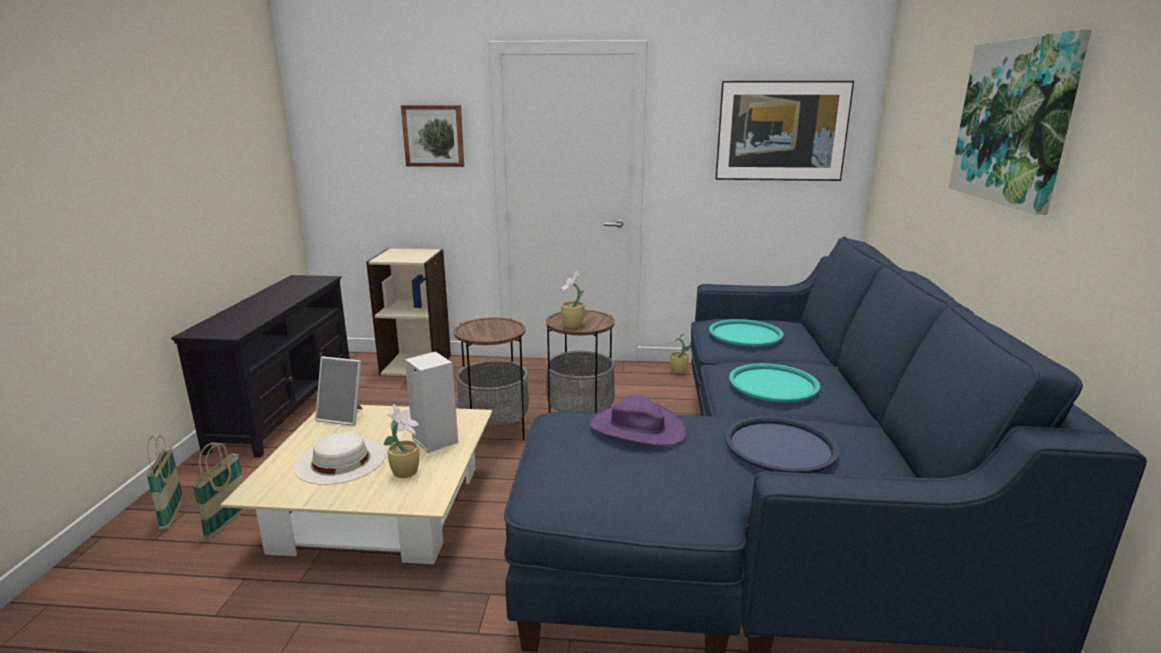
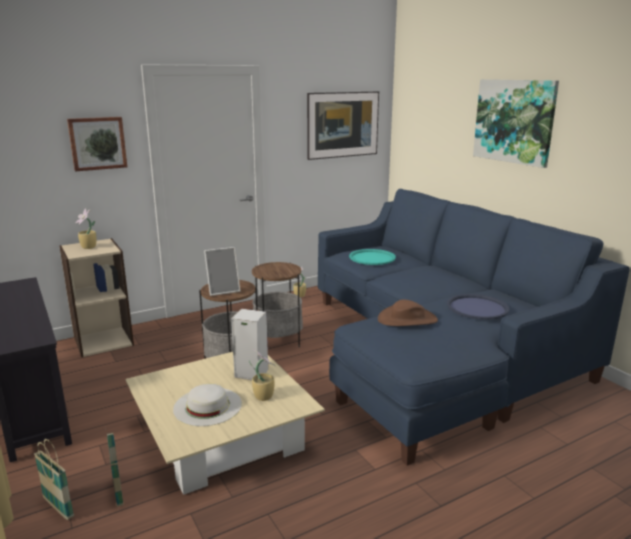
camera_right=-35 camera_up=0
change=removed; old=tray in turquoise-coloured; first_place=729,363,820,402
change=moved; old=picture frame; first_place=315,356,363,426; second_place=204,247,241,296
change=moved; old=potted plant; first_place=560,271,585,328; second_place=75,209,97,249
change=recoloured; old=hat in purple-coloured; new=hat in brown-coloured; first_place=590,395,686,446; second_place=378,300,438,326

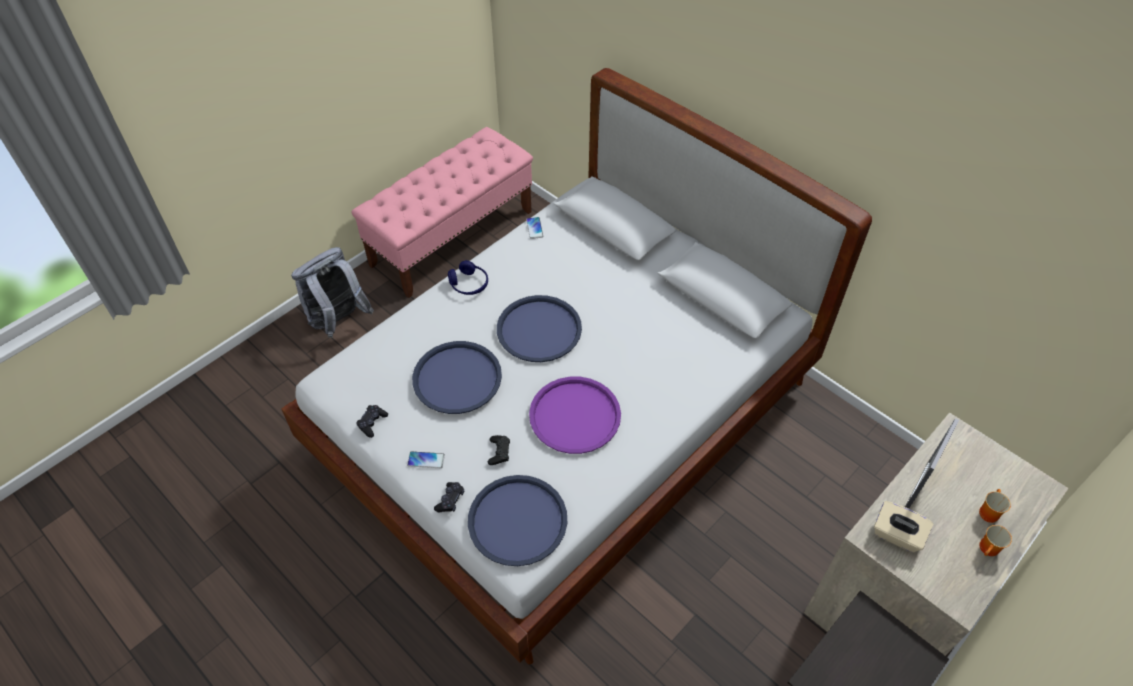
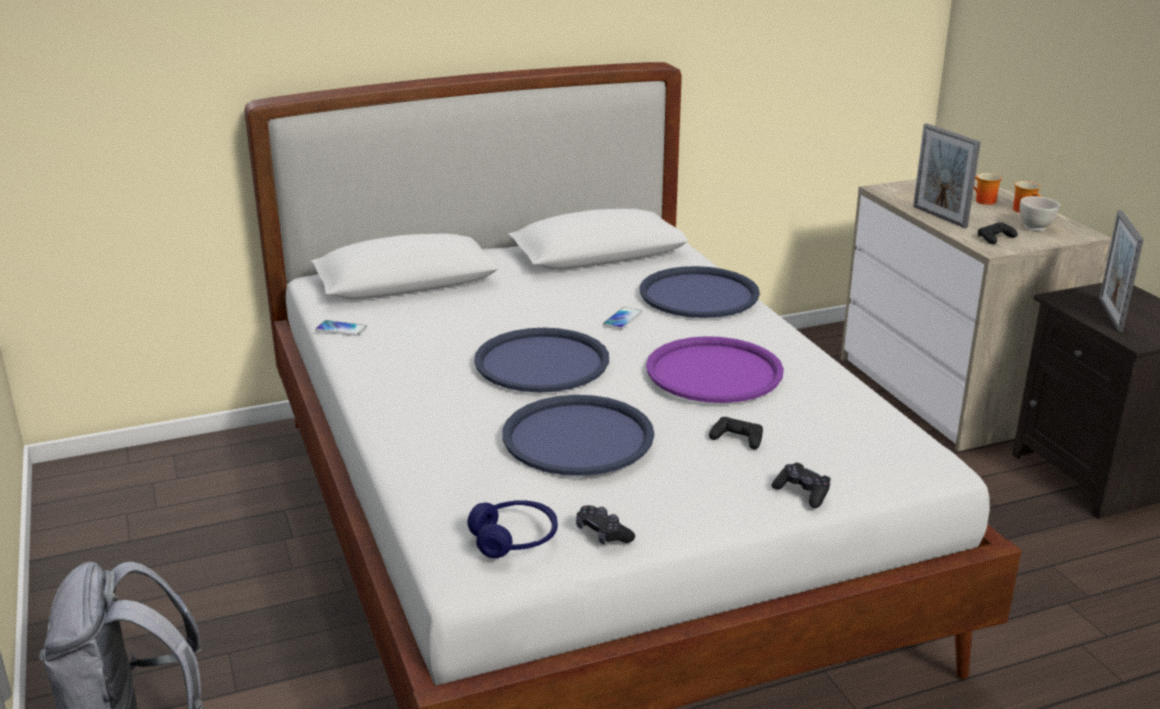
camera_right=-65 camera_up=-25
change=removed; old=indoor bench in pink-coloured; first_place=352,127,533,298
change=added; new=serving bowl in whitish; second_place=1020,196,1060,231
change=added; new=picture frame; second_place=1099,210,1144,332
change=moved; old=phone; first_place=407,451,445,468; second_place=603,307,642,329
change=moved; old=headset in blue-coloured; first_place=448,260,488,295; second_place=467,500,558,558
change=moved; old=tray in blue-coloured; first_place=468,475,567,566; second_place=640,266,760,318
change=replaced; old=tissue holder in beige-coloured; new=gamepad in blackish; first_place=874,501,933,553; second_place=978,222,1018,244

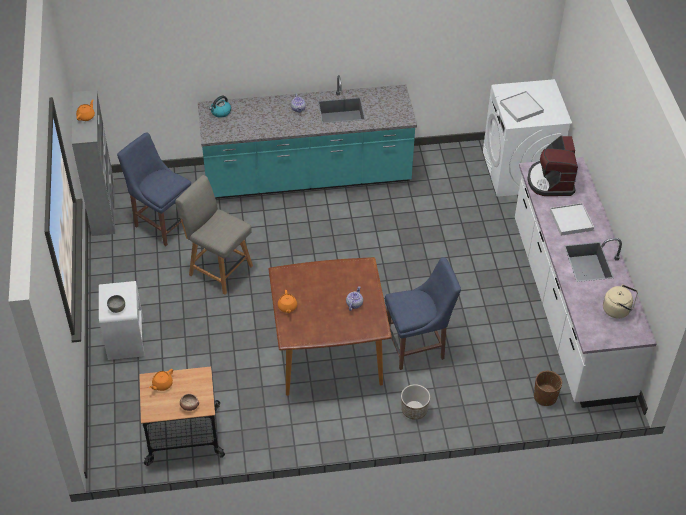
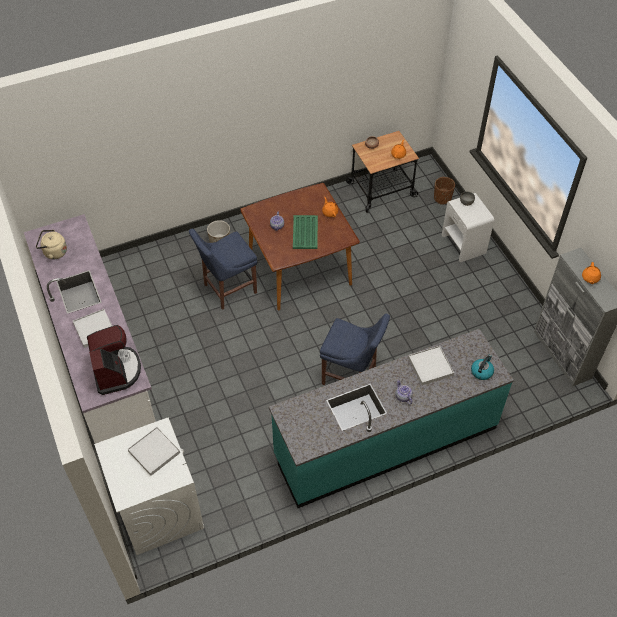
camera_right=165 camera_up=5
change=removed; old=plain chair in gray; first_place=175,175,253,295
change=added; new=tray in green; second_place=293,215,318,249
change=added; new=tray in whitish; second_place=408,346,454,385
change=moved; old=plain chair in blue-coloured; first_place=117,132,191,246; second_place=320,314,390,385
change=moved; old=plant pot in brown-coloured; first_place=534,371,562,406; second_place=434,177,455,205

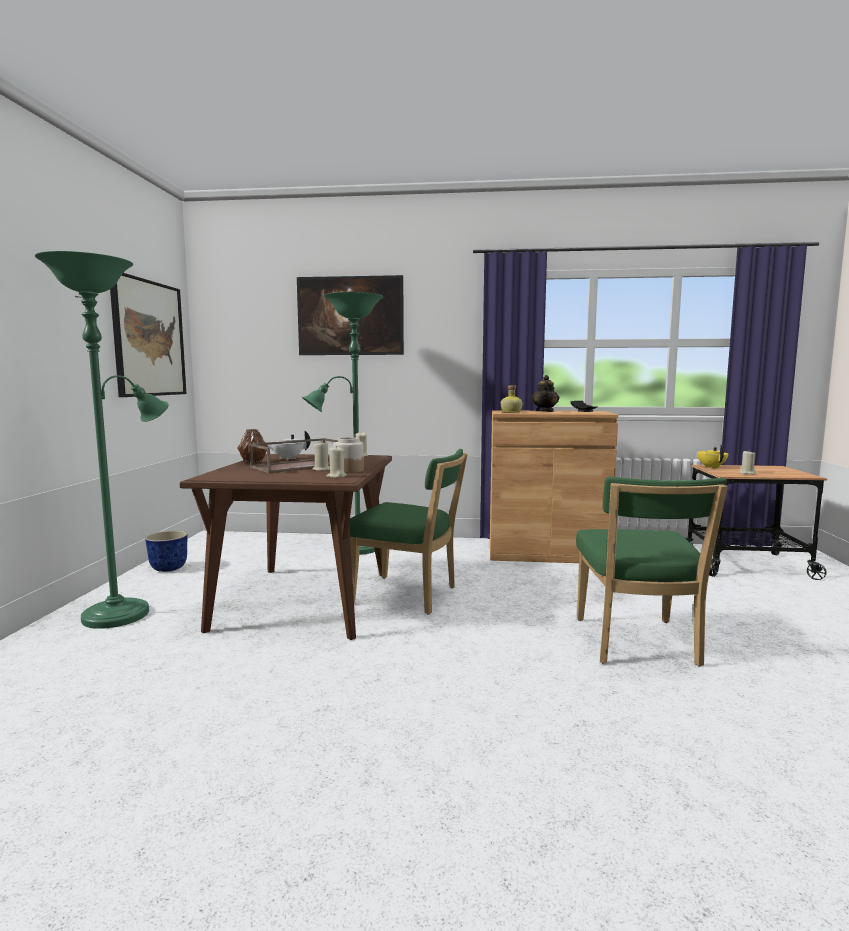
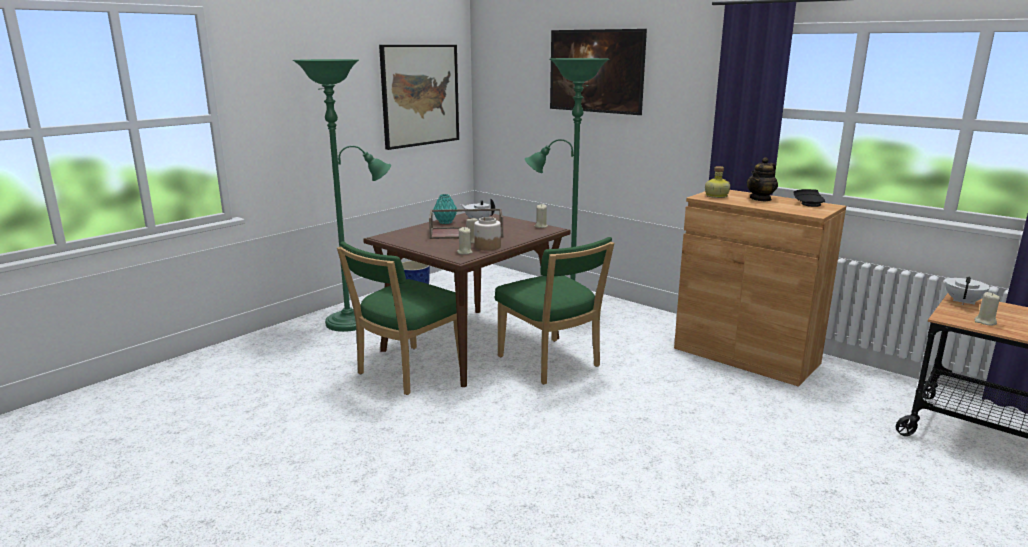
camera_right=35 camera_up=10
change=moved; old=plain chair in green; first_place=576,477,728,667; second_place=337,242,460,395
change=recoloured; old=decorative vase in brown-coloured; new=decorative vase in turquoise-coloured; first_place=237,429,268,464; second_place=433,194,457,224
change=recoloured; old=pot for tea in yellow; new=pot for tea in whitish; first_place=697,445,728,469; second_place=945,276,990,305

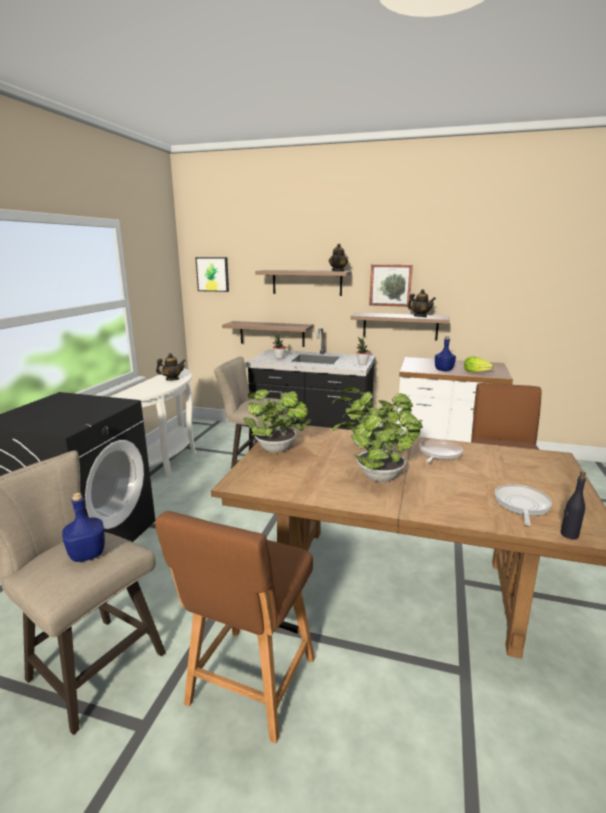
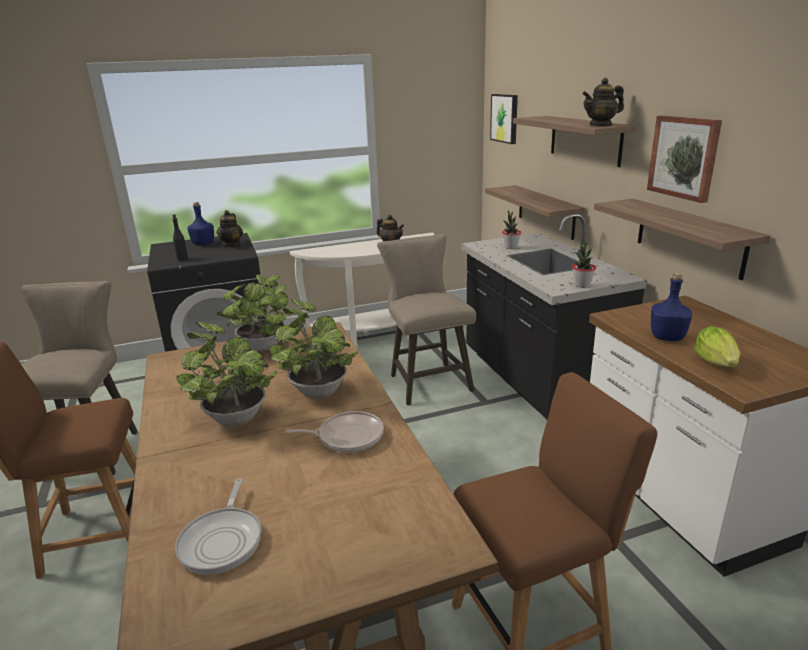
camera_right=55 camera_up=5
change=moved; old=drink bottle in blue-coloured; first_place=62,493,105,562; second_place=187,202,214,245
change=moved; old=pot for tea; first_place=408,289,436,317; second_place=216,210,243,247
change=moved; old=drink bottle in blackish; first_place=561,471,586,539; second_place=172,214,188,261
change=turned; old=pan; first_place=495,484,552,526; second_place=175,478,261,575; degrees=105

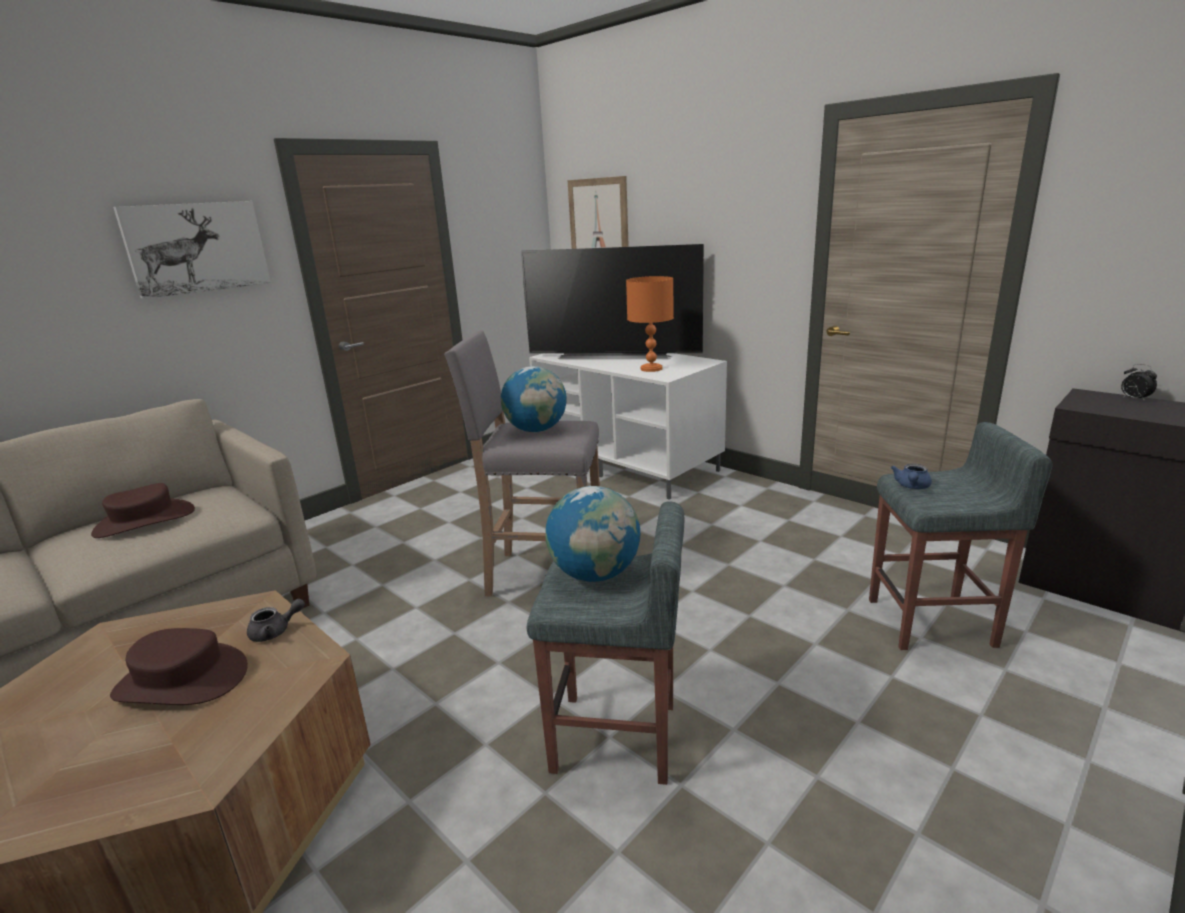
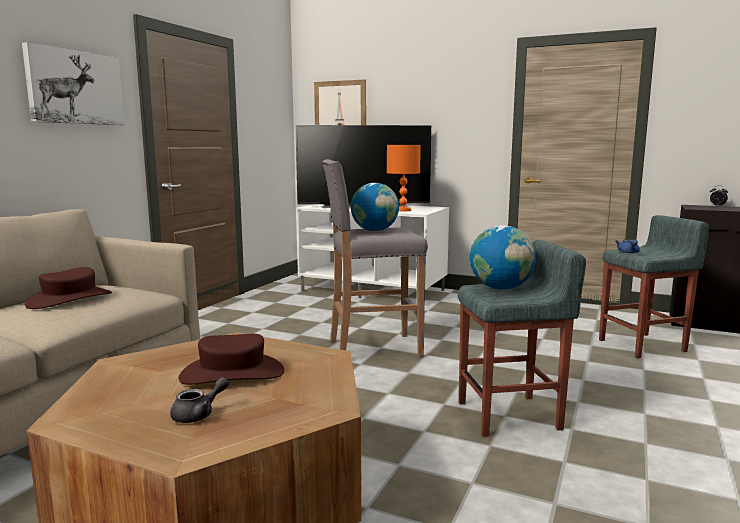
camera_right=-20 camera_up=-10
change=moved; old=pot for tea in gray; first_place=247,599,305,642; second_place=170,377,229,423

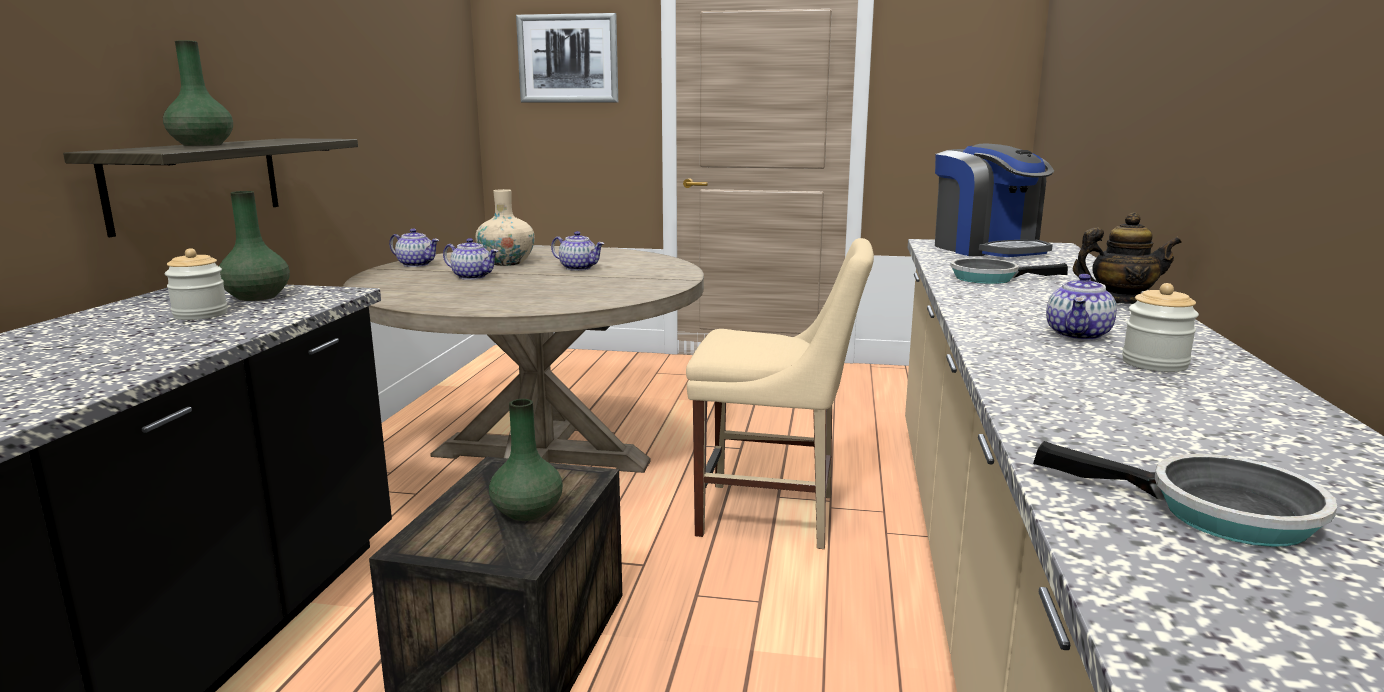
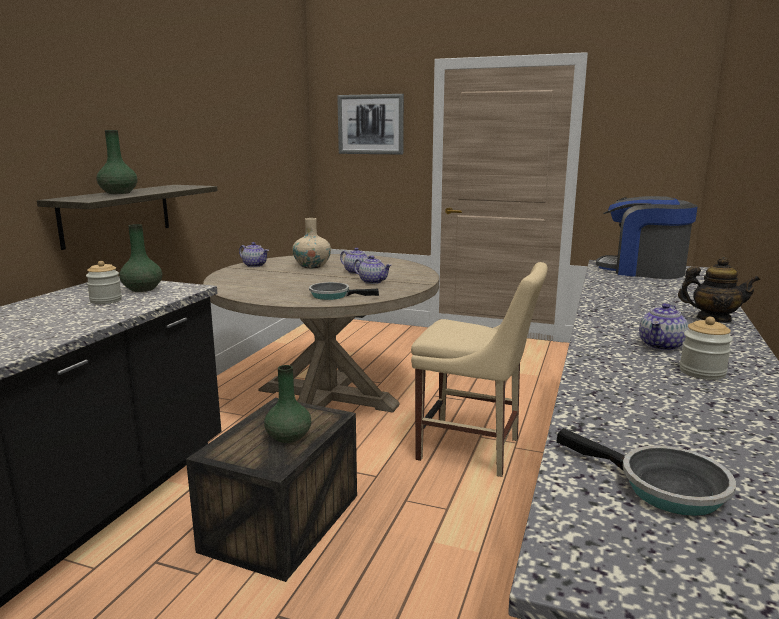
camera_right=10 camera_up=0
change=moved; old=pot for tea; first_place=443,238,498,280; second_place=354,256,392,284
change=moved; old=pan; first_place=950,258,1068,284; second_place=309,282,379,300
change=turned; old=coffee maker; first_place=935,144,1054,257; second_place=596,196,698,279; degrees=135

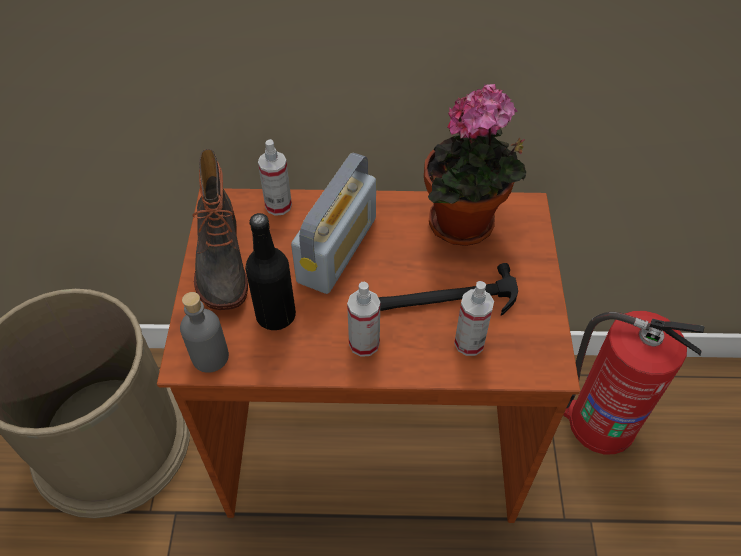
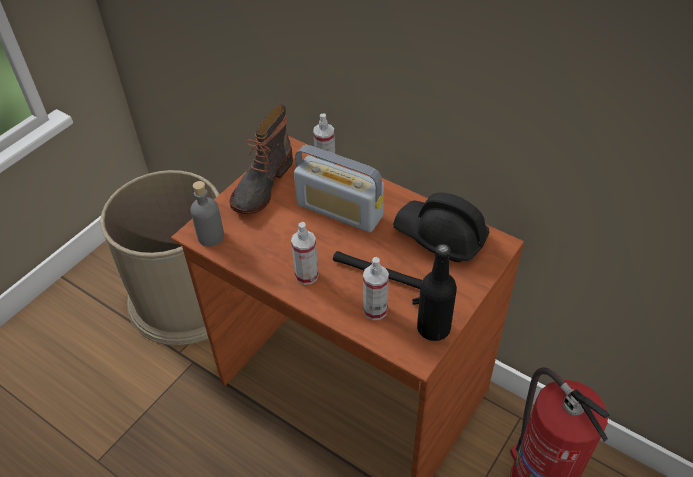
camera_right=35 camera_up=-5
change=moved; old=drink bottle in blackish; first_place=245,213,296,330; second_place=417,244,457,341
change=replaced; old=potted plant; new=safety helmet in blackish; first_place=424,84,526,246; second_place=393,193,489,263
change=turned; old=radio set; first_place=291,153,376,294; second_place=294,145,384,232; degrees=60

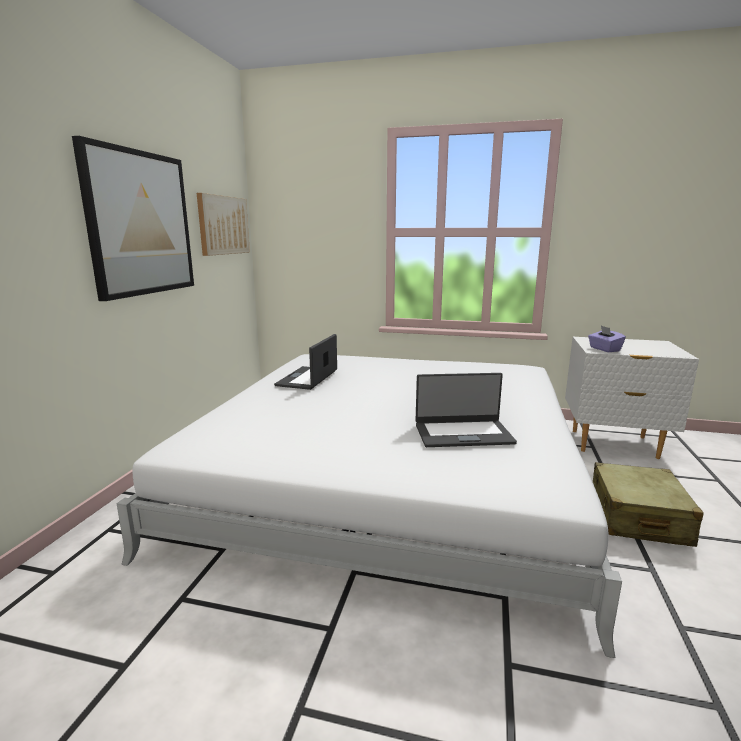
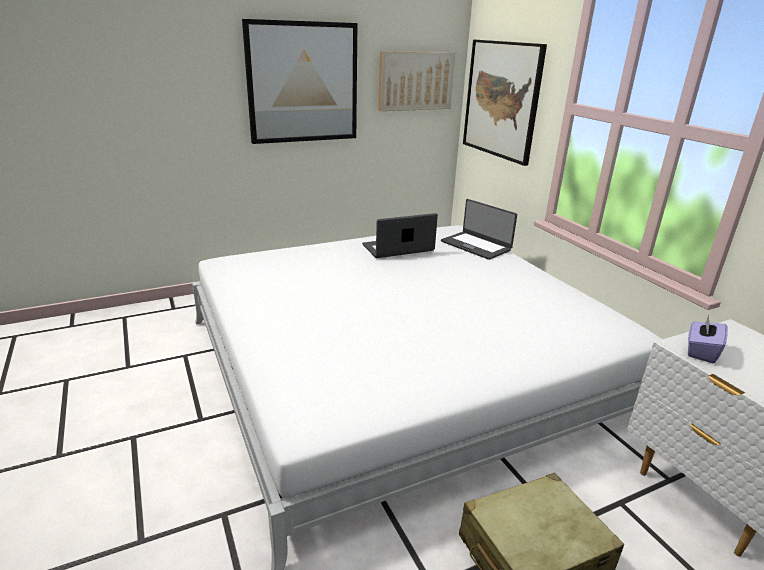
camera_right=50 camera_up=10
change=added; new=picture; second_place=463,40,547,166
change=moved; old=portable computer; first_place=415,373,517,447; second_place=441,199,517,260

